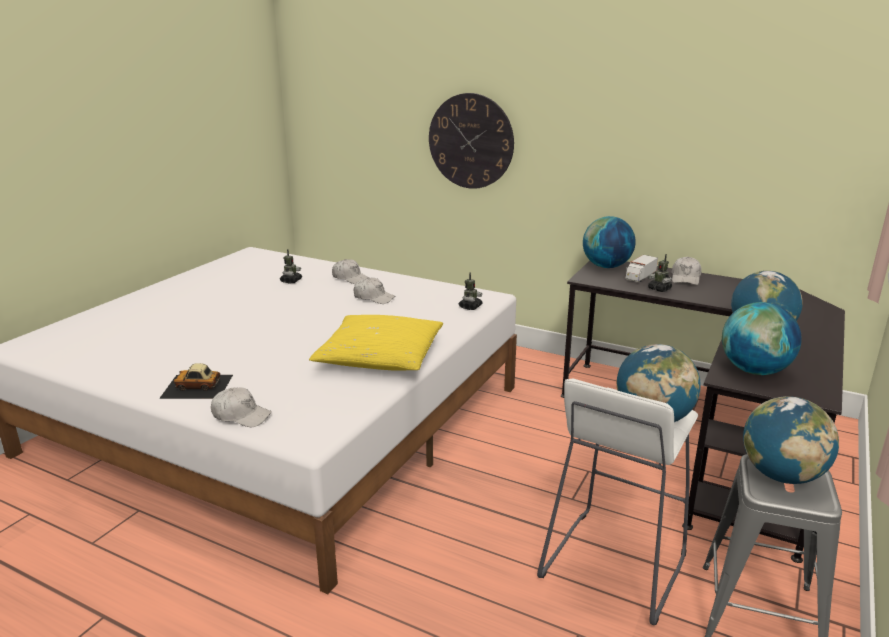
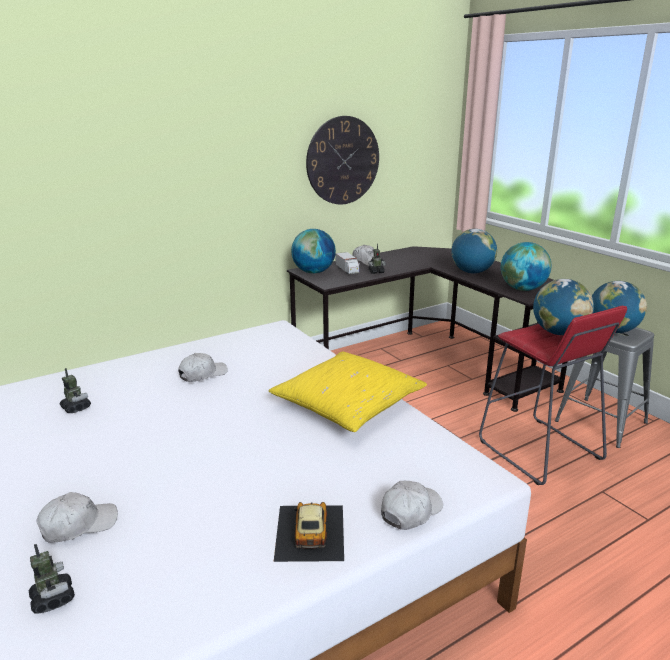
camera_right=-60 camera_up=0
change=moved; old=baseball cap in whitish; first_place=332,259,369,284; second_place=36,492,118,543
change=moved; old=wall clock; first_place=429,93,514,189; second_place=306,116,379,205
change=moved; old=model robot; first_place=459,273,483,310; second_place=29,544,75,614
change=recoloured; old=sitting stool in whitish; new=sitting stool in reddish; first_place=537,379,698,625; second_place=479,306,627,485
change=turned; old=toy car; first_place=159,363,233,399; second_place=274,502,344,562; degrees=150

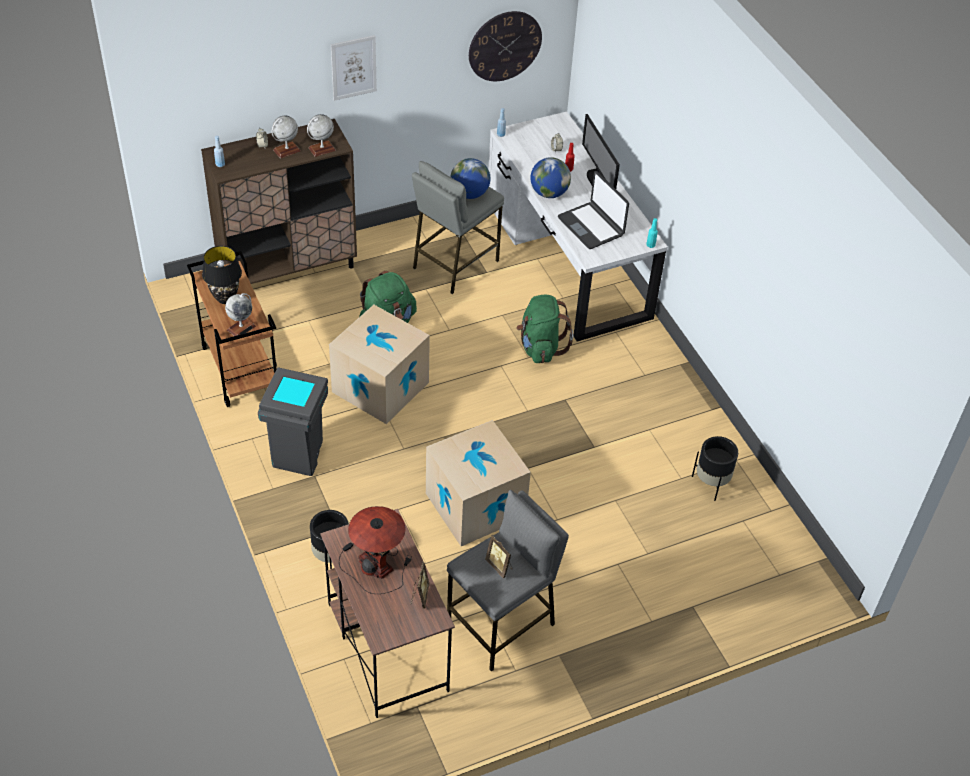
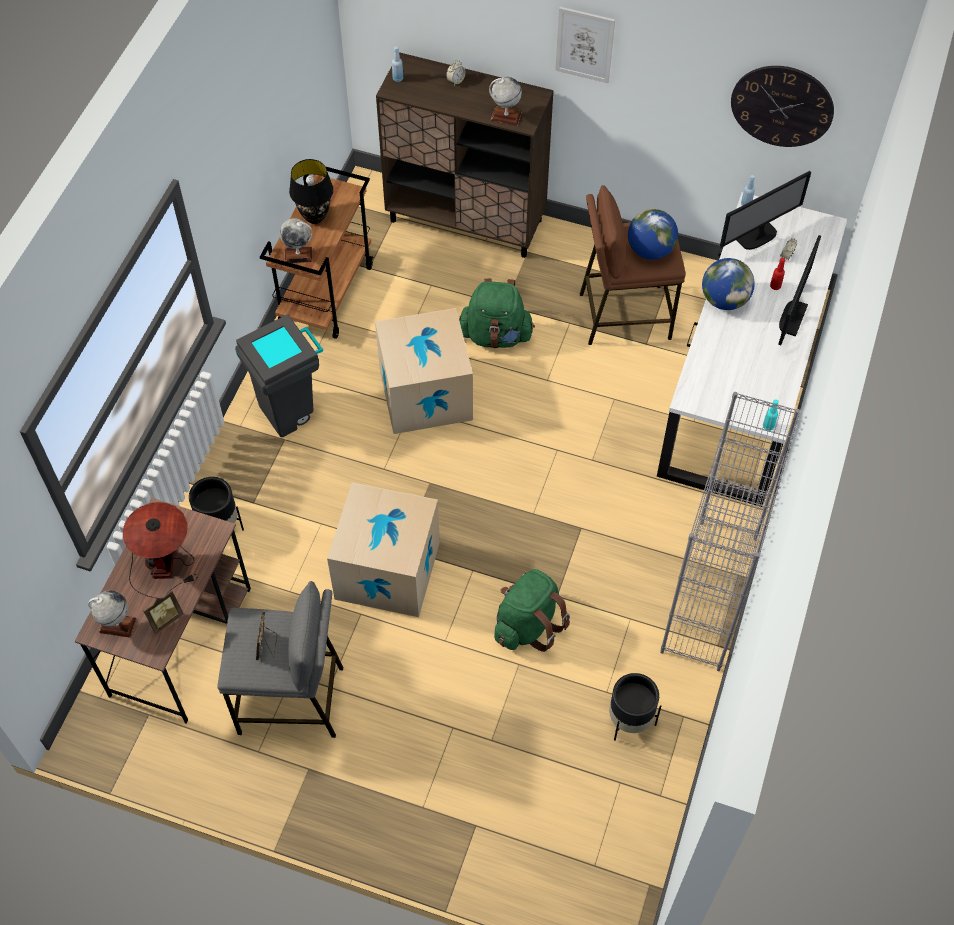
camera_right=45 camera_up=10
change=removed; old=portable computer; first_place=558,171,629,249
change=added; new=bookcase in gray; second_place=660,392,800,671
change=added; new=computer screen; second_place=720,171,811,250
change=moved; old=desk globe; first_place=271,116,301,159; second_place=88,590,136,638
change=moved; old=backpack in green; first_place=517,295,573,363; second_place=494,569,570,652
change=recoloured; old=sitting stool in gray; new=sitting stool in brown-coloured; first_place=412,161,504,294; second_place=580,185,686,345

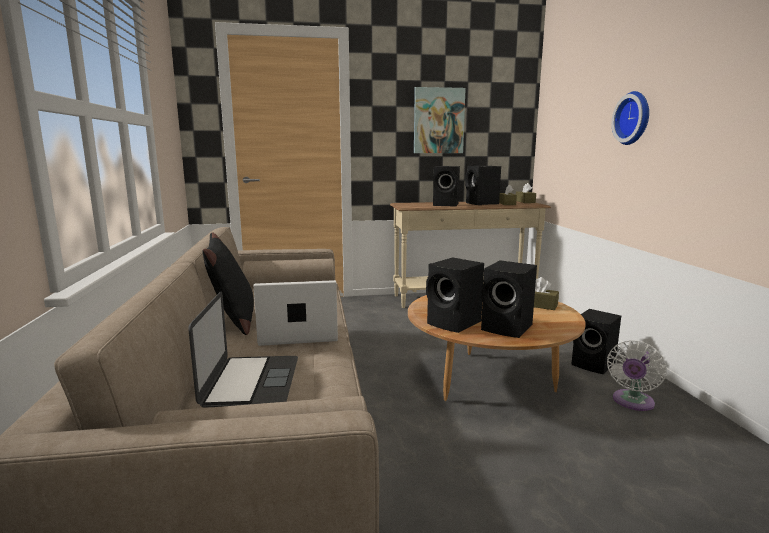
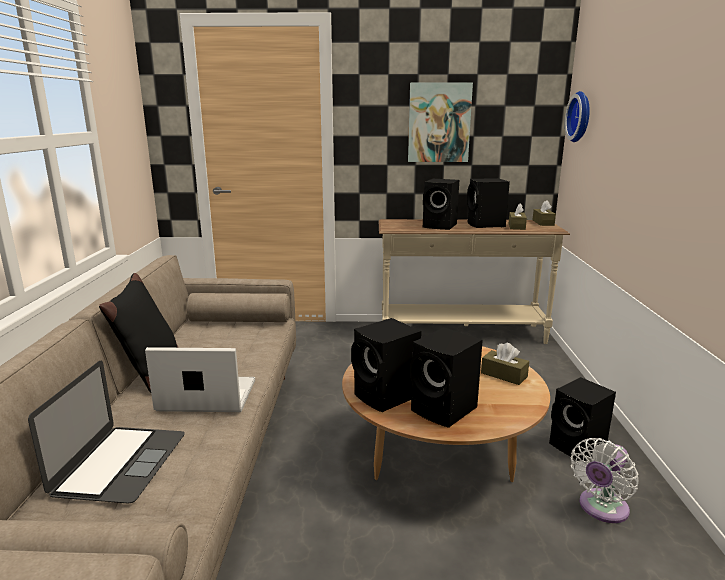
camera_right=10 camera_up=5
change=moved; old=wall clock; first_place=612,91,649,145; second_place=565,91,590,142

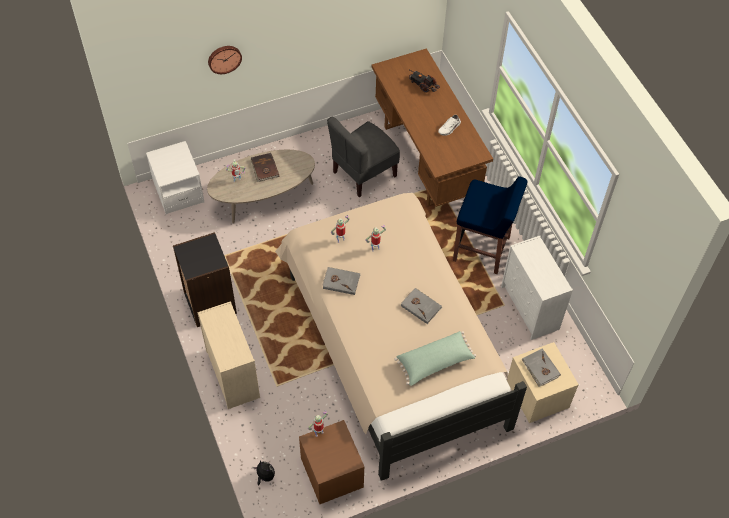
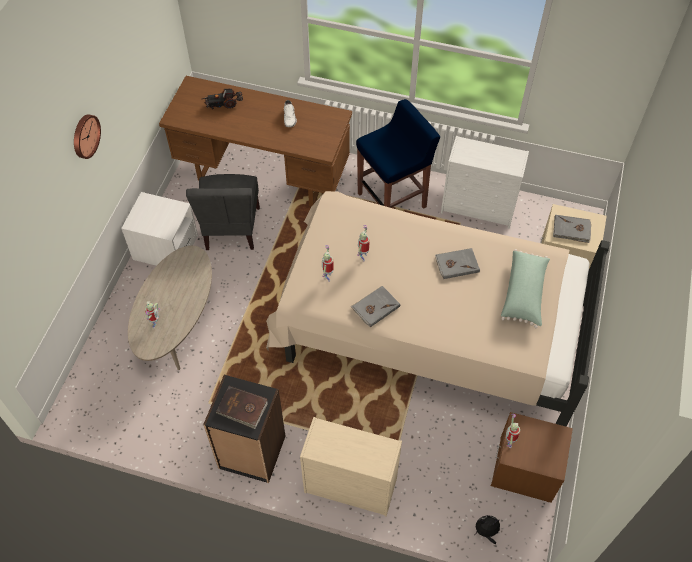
camera_right=-50 camera_up=0
change=moved; old=night table in whitish; first_place=146,141,204,214; second_place=121,192,198,266
change=moved; old=wall clock; first_place=208,46,242,74; second_place=74,114,101,159
change=moved; old=bound book in brown-coloured; first_place=251,153,279,182; second_place=216,386,268,429

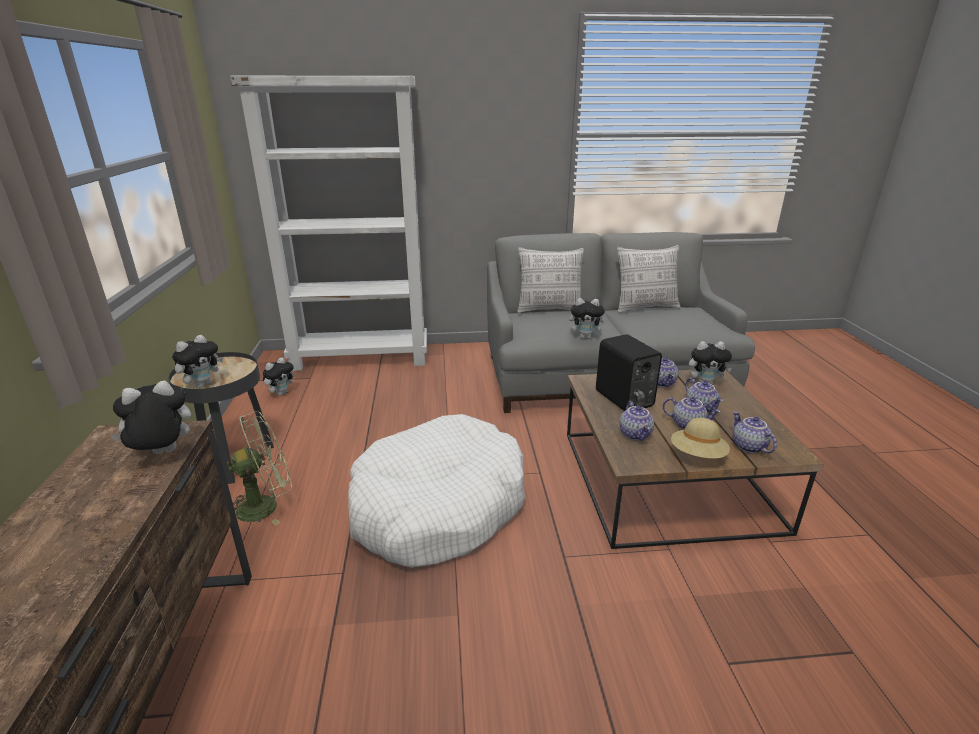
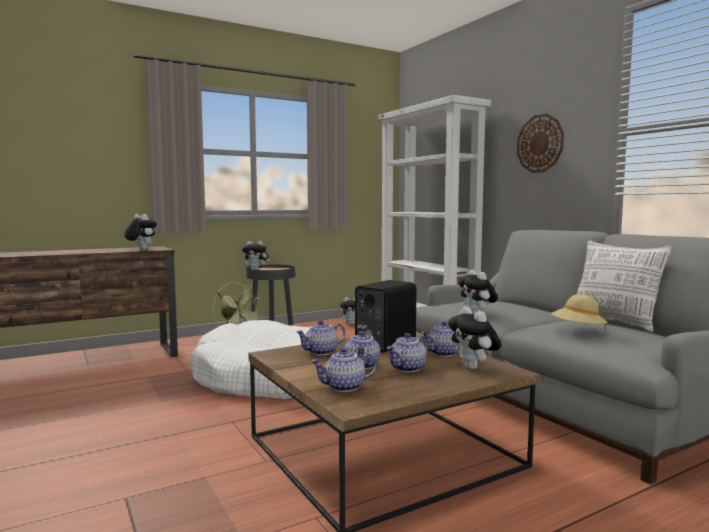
camera_right=65 camera_up=-20
change=removed; old=throw pillow; first_place=517,247,584,313
change=added; new=wall clock; second_place=517,114,564,173
change=moved; old=hat in beige-coloured; first_place=671,418,730,459; second_place=551,295,607,331
change=turned; old=pot for tea; first_place=733,411,777,453; second_place=311,348,377,392; degrees=-150

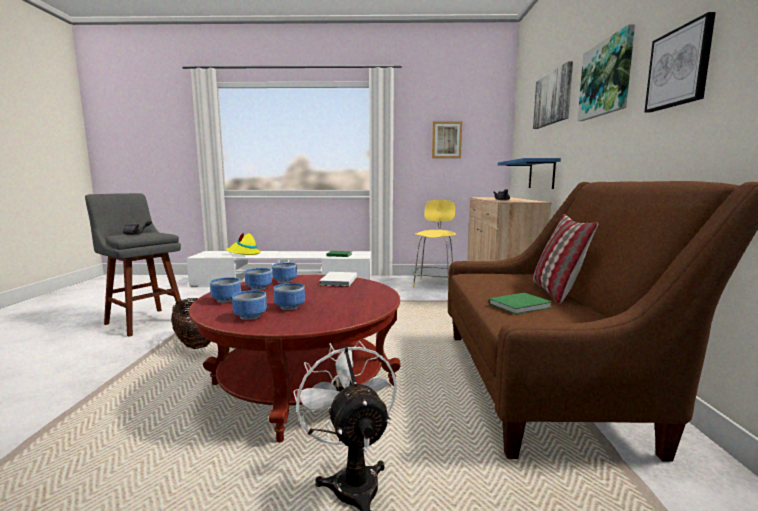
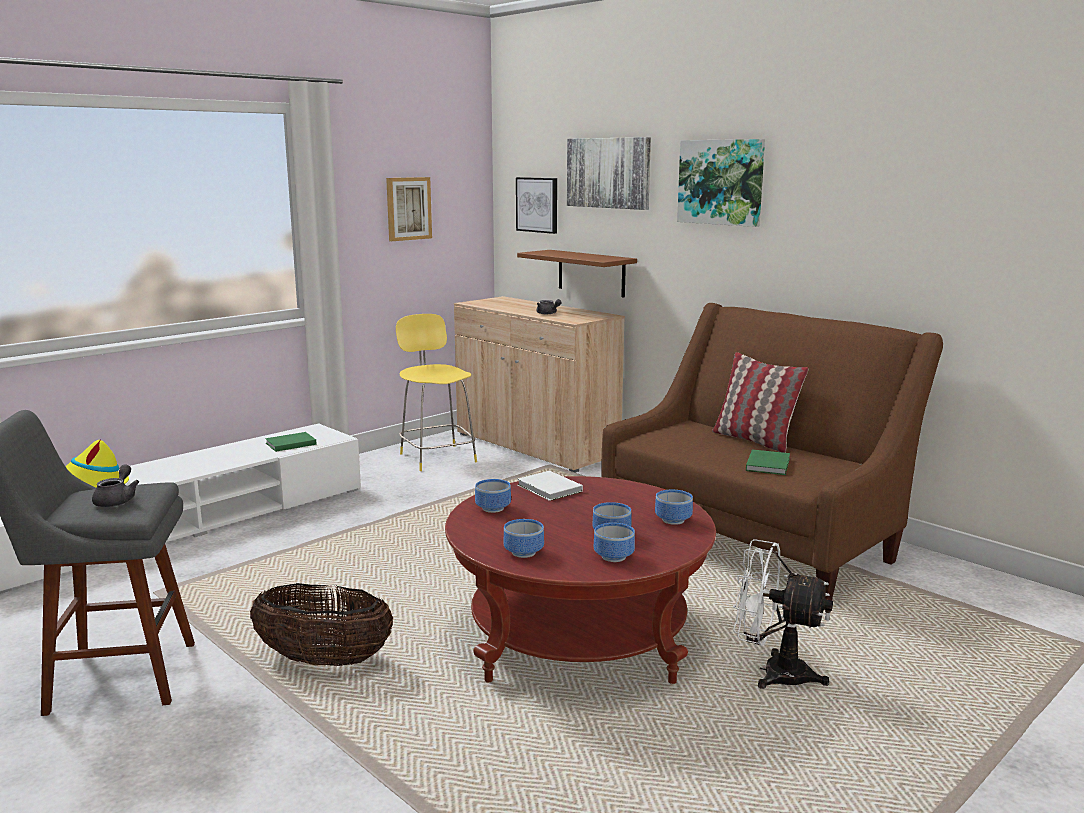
camera_right=-45 camera_up=5
change=moved; old=serving bowl; first_place=245,268,272,290; second_place=655,490,693,525
change=moved; old=picture; first_place=644,12,716,112; second_place=516,177,557,234
change=recoloured; old=shelf in blue-coloured; new=shelf in brown-coloured; first_place=498,158,561,189; second_place=517,250,637,298

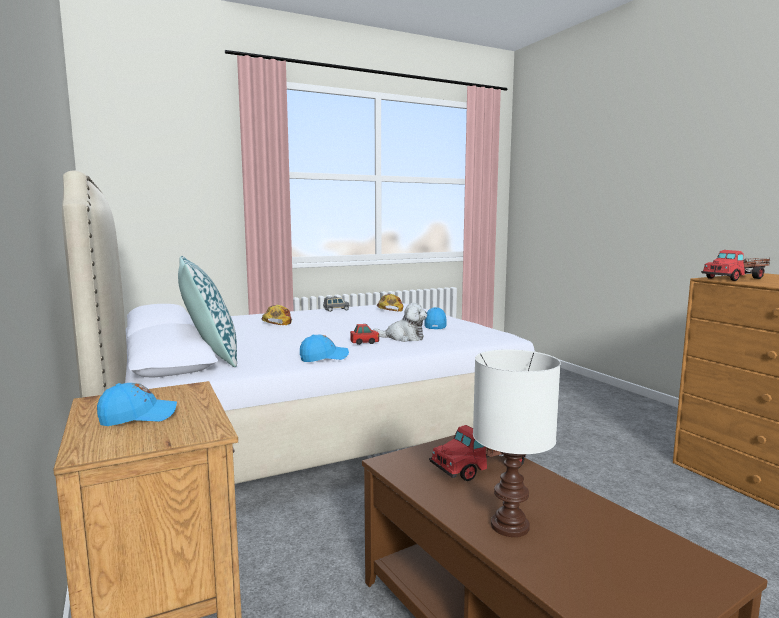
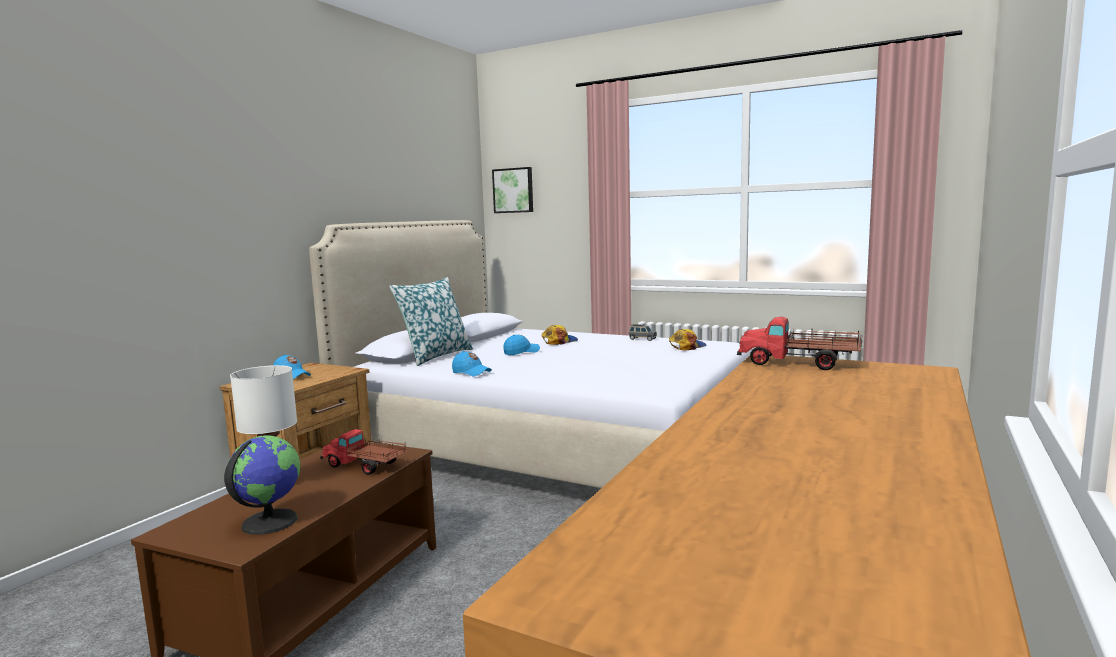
camera_right=55 camera_up=0
change=removed; old=toy car; first_place=350,324,379,345
change=removed; old=cuddly toy; first_place=374,303,427,342
change=added; new=desk globe; second_place=224,435,300,535
change=added; new=picture; second_place=492,167,533,213
change=moved; old=baseball cap in blue-coloured; first_place=424,307,447,329; second_place=503,335,540,355

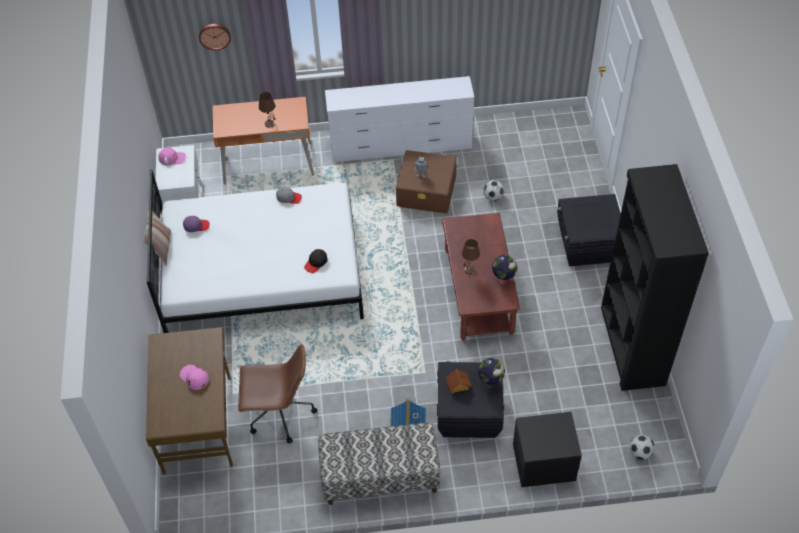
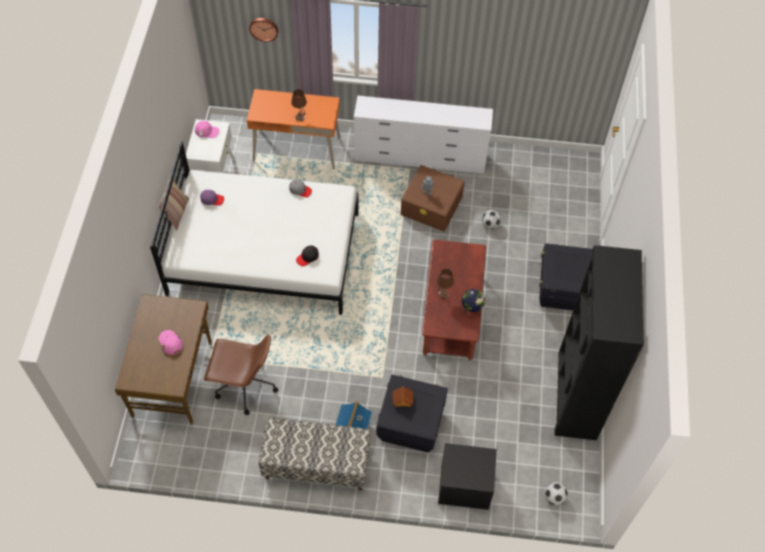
camera_right=10 camera_up=5
change=removed; old=desk globe; first_place=478,358,505,392

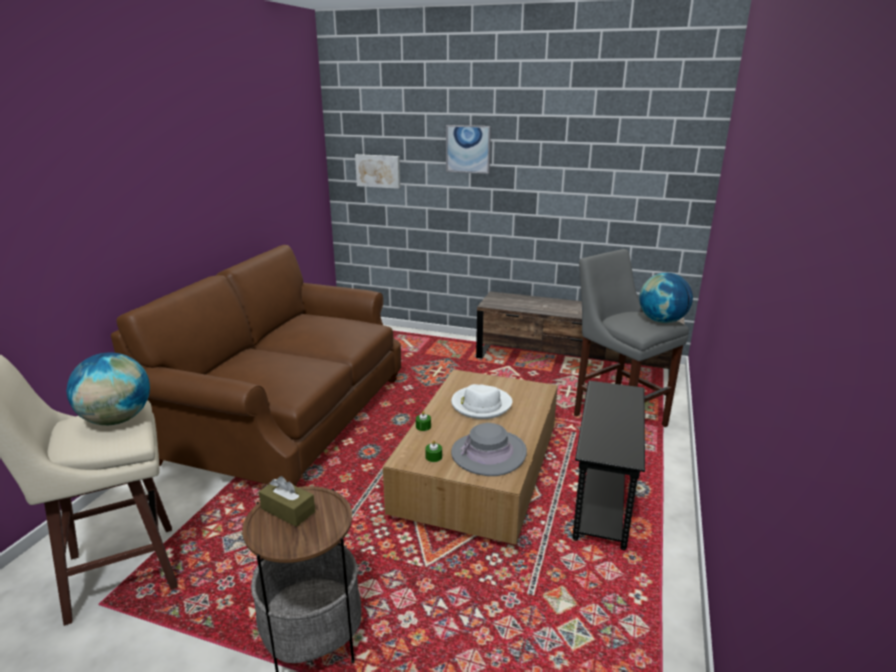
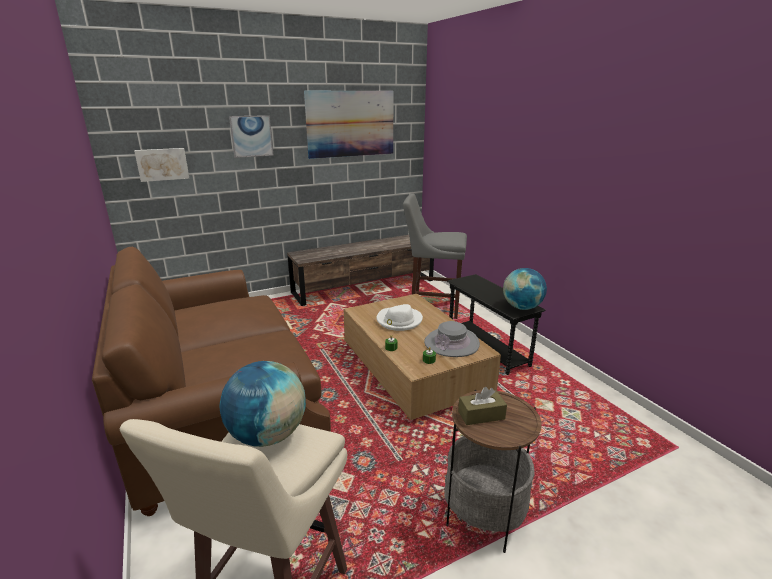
camera_right=-45 camera_up=0
change=added; new=picture; second_place=304,91,394,159
change=moved; old=desk globe; first_place=639,273,693,323; second_place=503,268,547,310

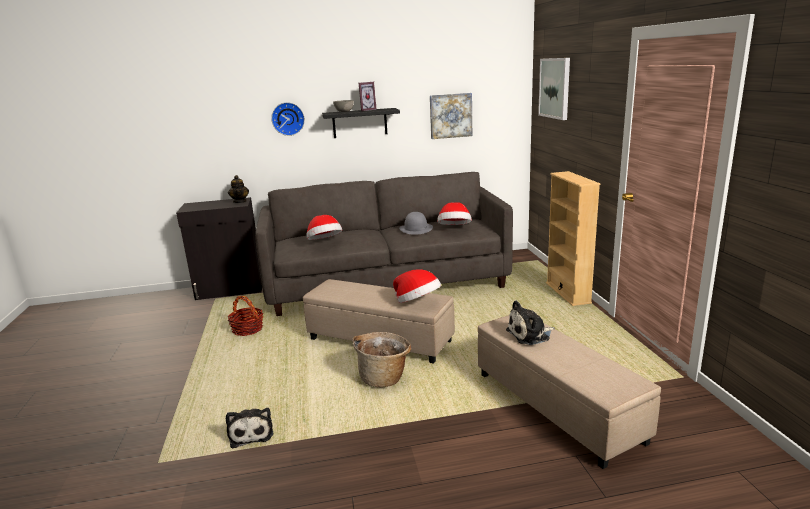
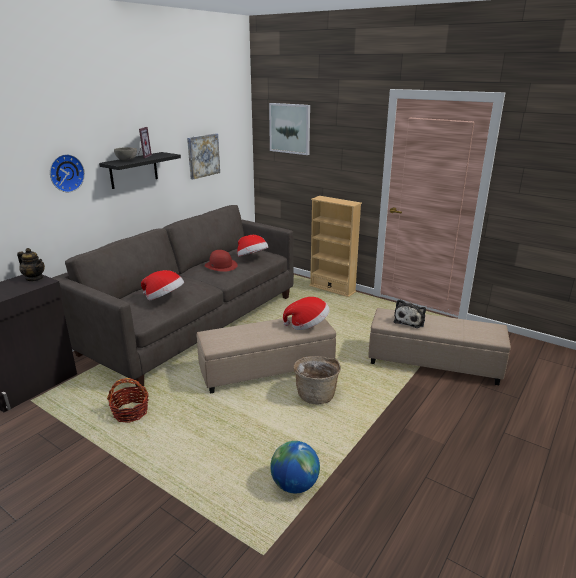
camera_right=-45 camera_up=5
change=replaced; old=cuddly toy; new=desk globe; first_place=226,408,273,448; second_place=270,441,320,493
change=recoloured; old=hat in gray; new=hat in reddish; first_place=399,212,433,235; second_place=204,250,238,272

